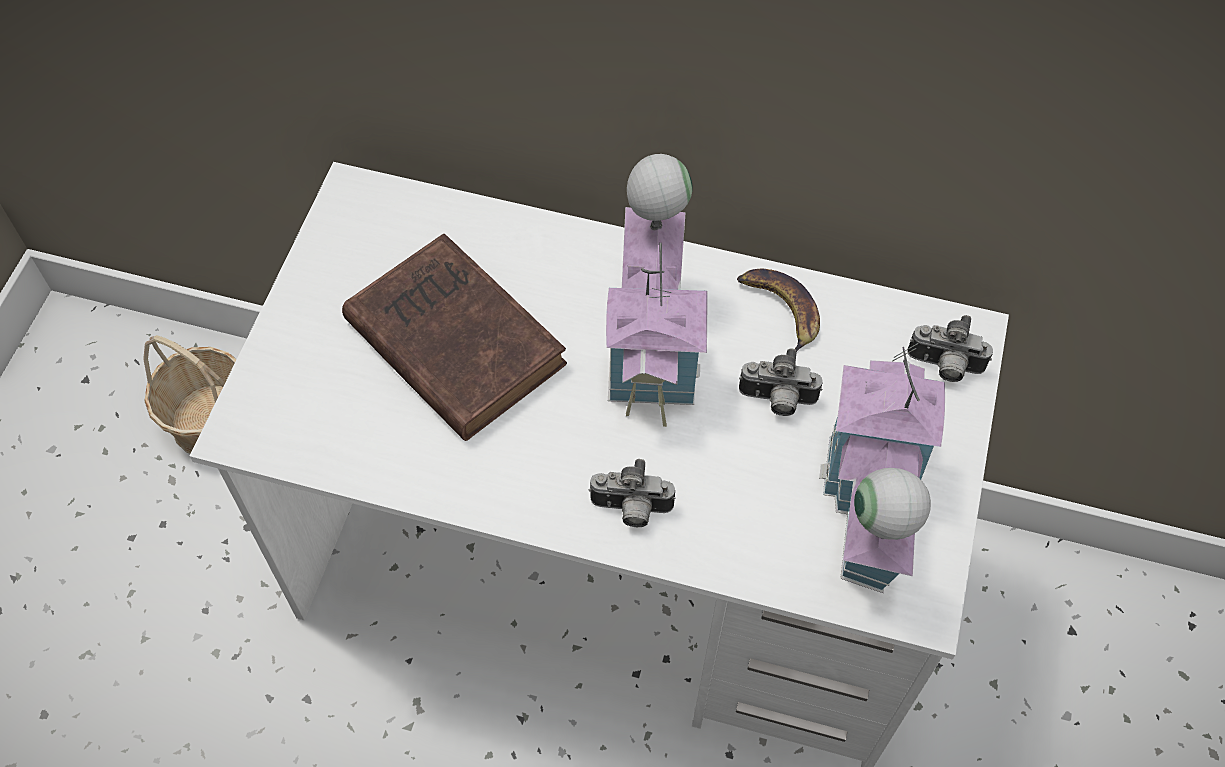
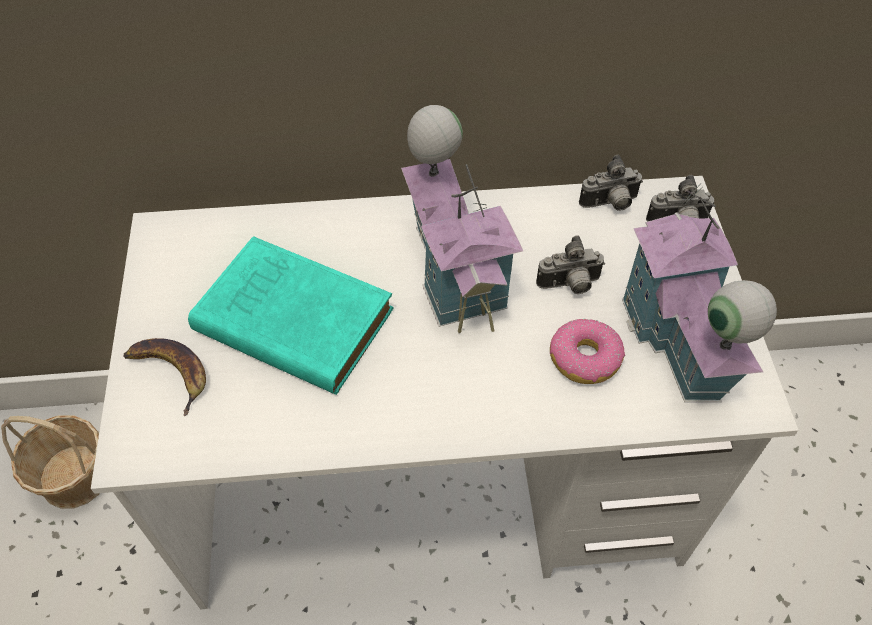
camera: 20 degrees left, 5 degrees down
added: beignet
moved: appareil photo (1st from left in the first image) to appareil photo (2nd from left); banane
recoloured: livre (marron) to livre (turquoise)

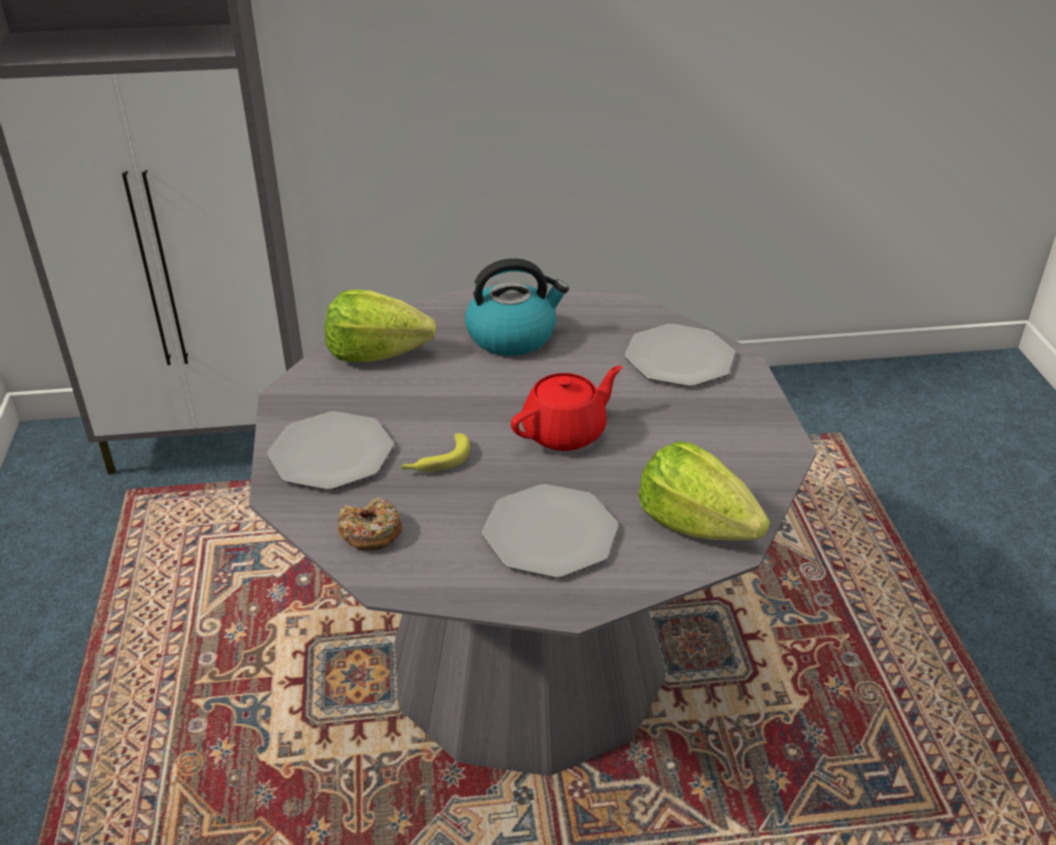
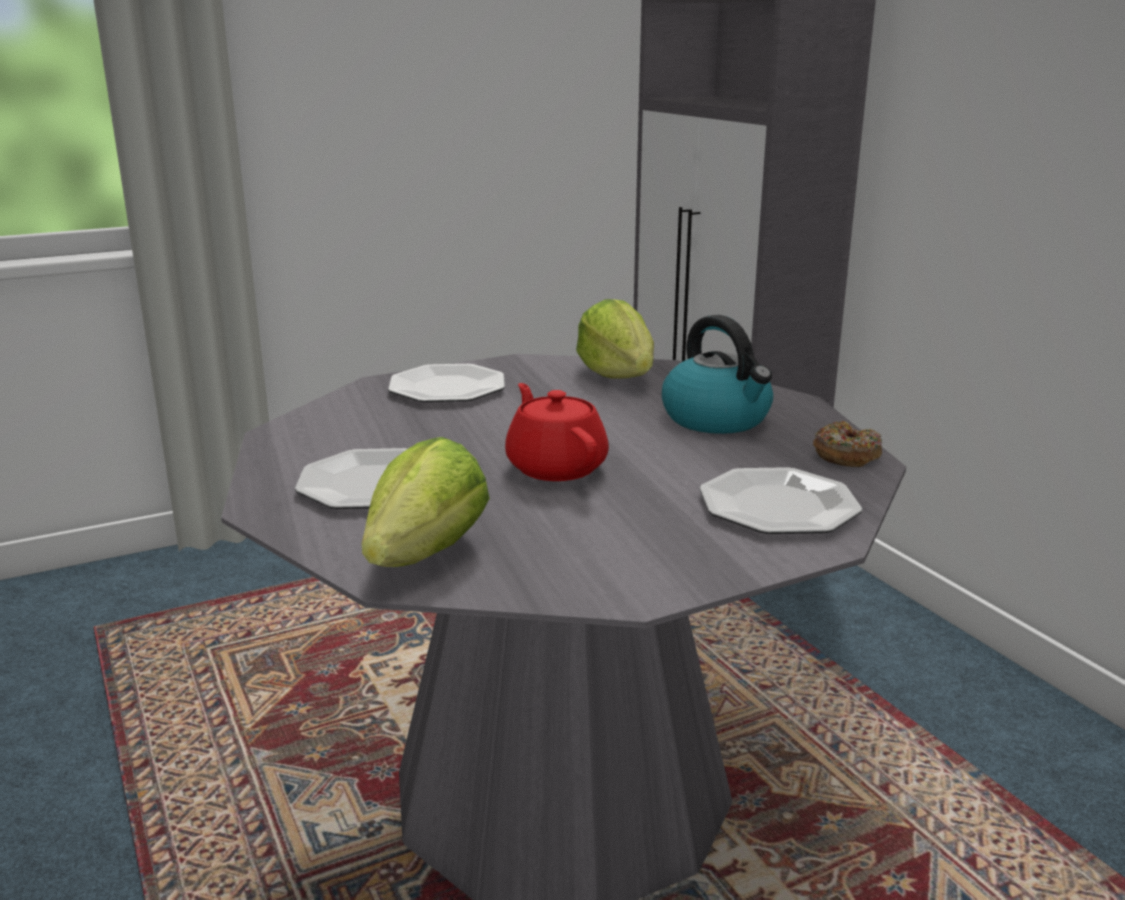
camera: 70 degrees right, 15 degrees down
removed: banane
moved: beignet
turned: théière (rouge) 150 degrees counterclockwise

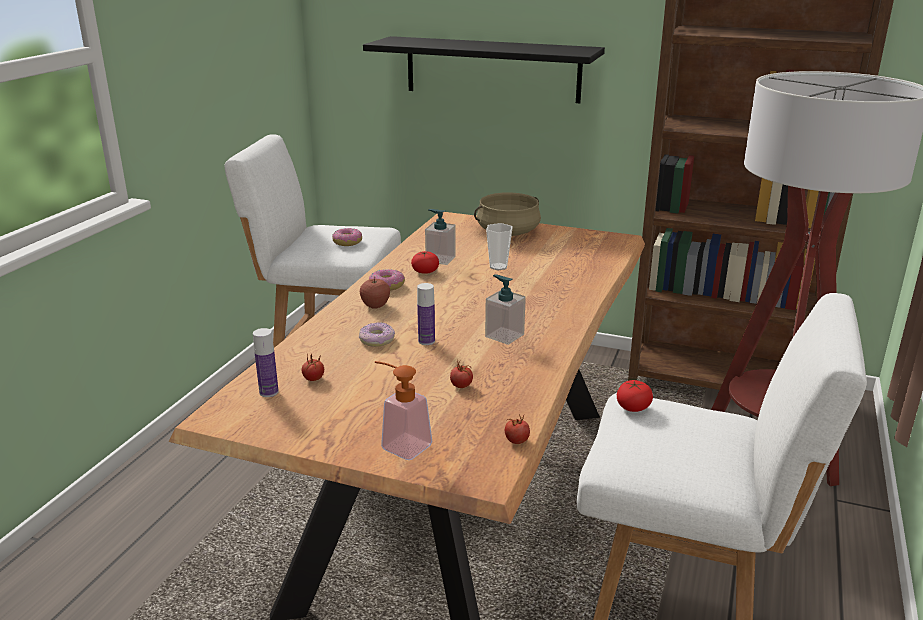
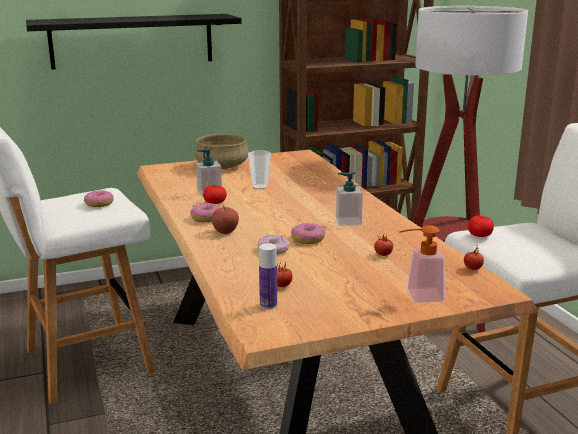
camera: 40 degrees left, 5 degrees down
replaced: bouteille (2nd from left) to beignet (4th from left)

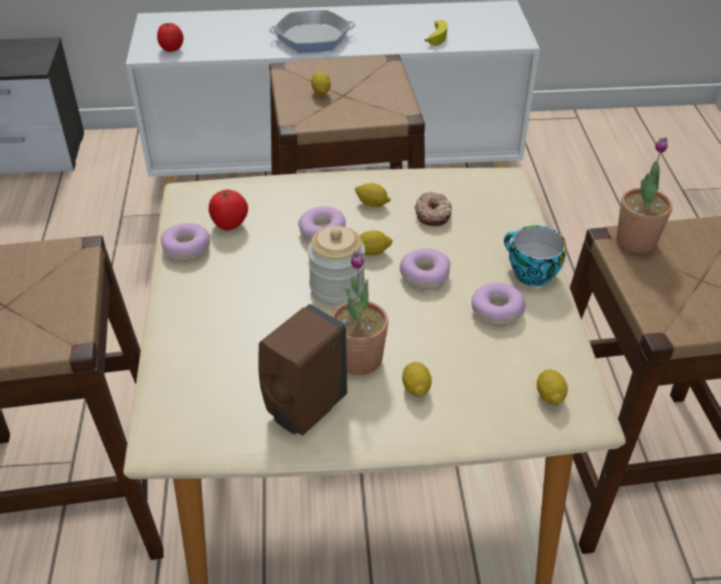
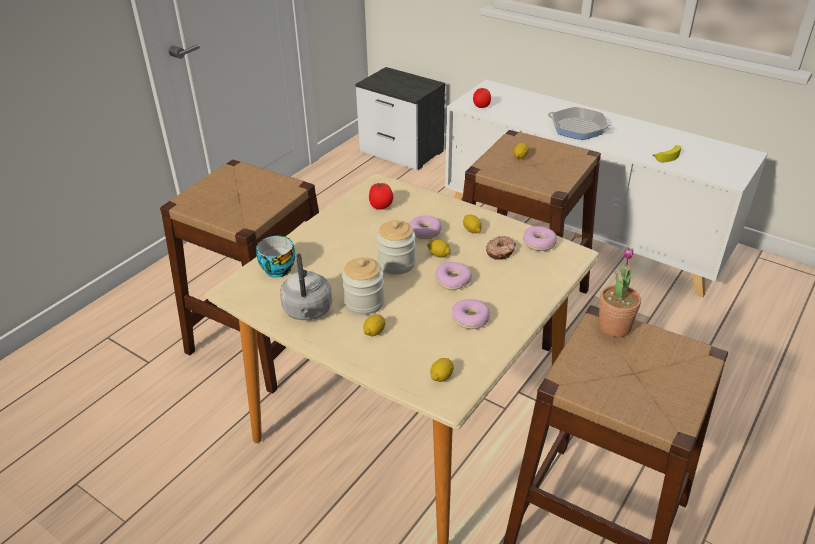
camera: 40 degrees right, 5 degrees down
moved: beignet (1st from left in the first image) to beignet (5th from left); tasse
replaced: distributeur de savon (marron) to bouilloire (gris); plante en pot (1st from left) to bocal (1st from left)

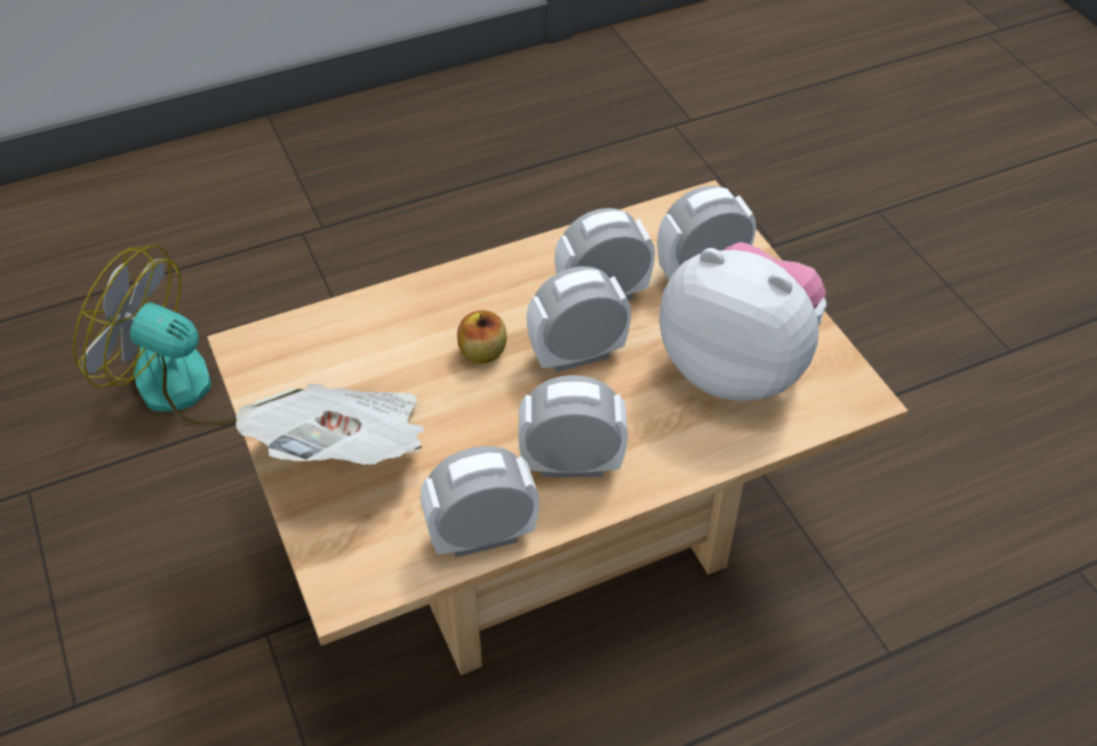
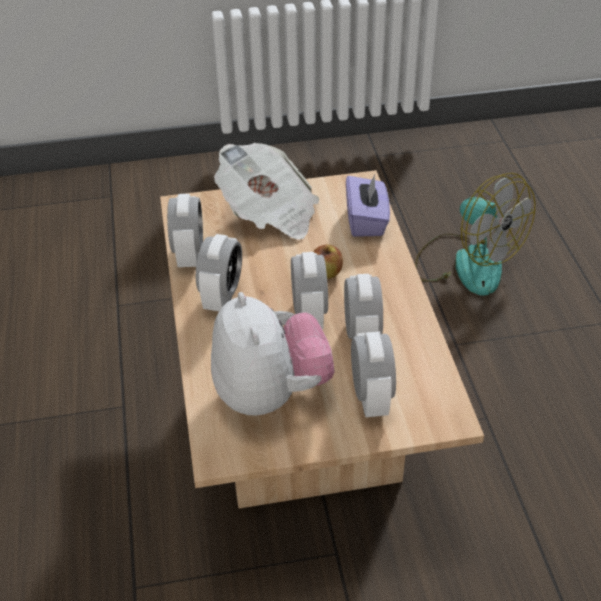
camera: 105 degrees right, 5 degrees down
added: boîte à mouchoirs (violet)
turned: ventilateur 105 degrees clockwise; peluche 60 degrees counterclockwise

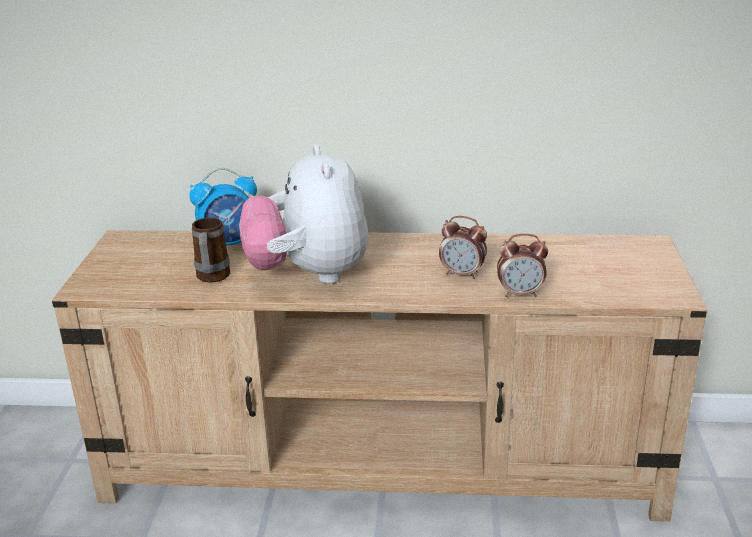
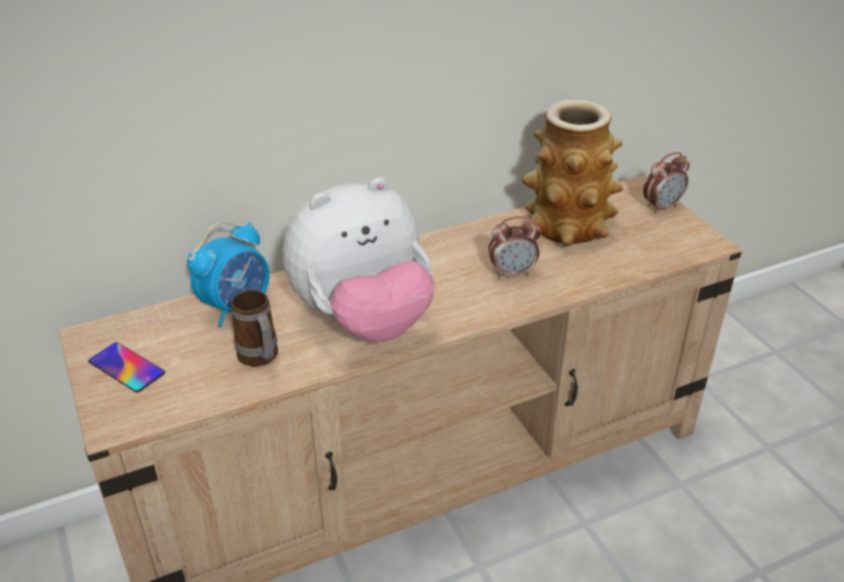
camera: 30 degrees left, 10 degrees up
added: téléphone; vase
moved: réveil (3rd from left)
turned: peluche 75 degrees counterclockwise

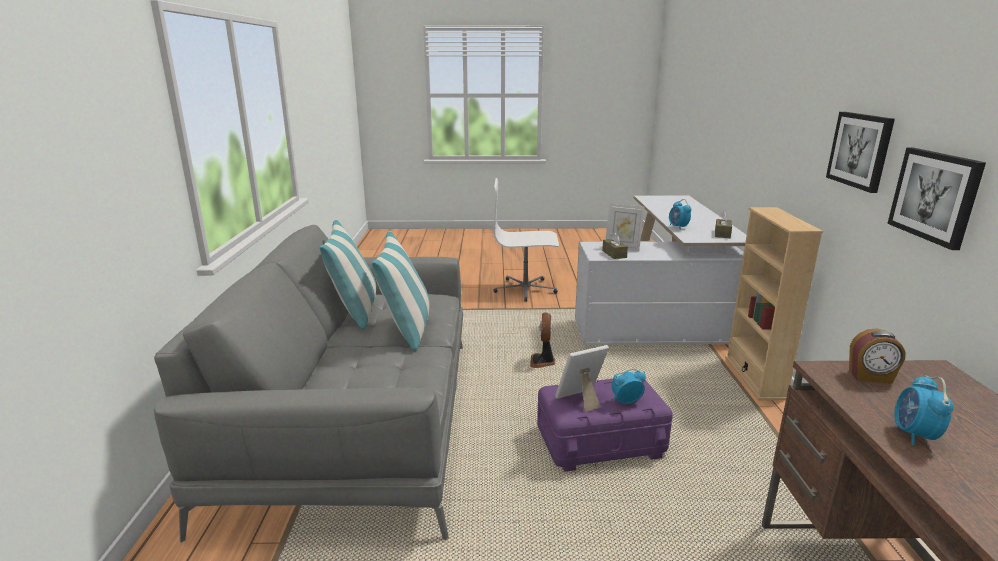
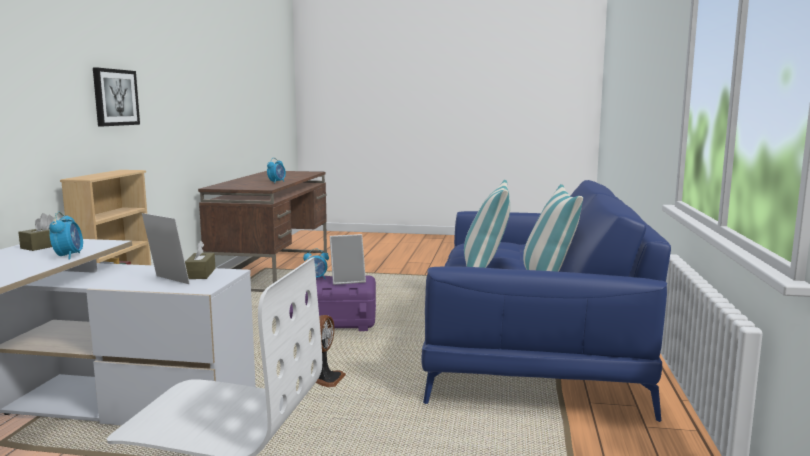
camera: 170 degrees left, 10 degrees down
removed: réveil (3rd from left); tableau (2nd from left)
recoloured: canapé (gris) to canapé (bleu)

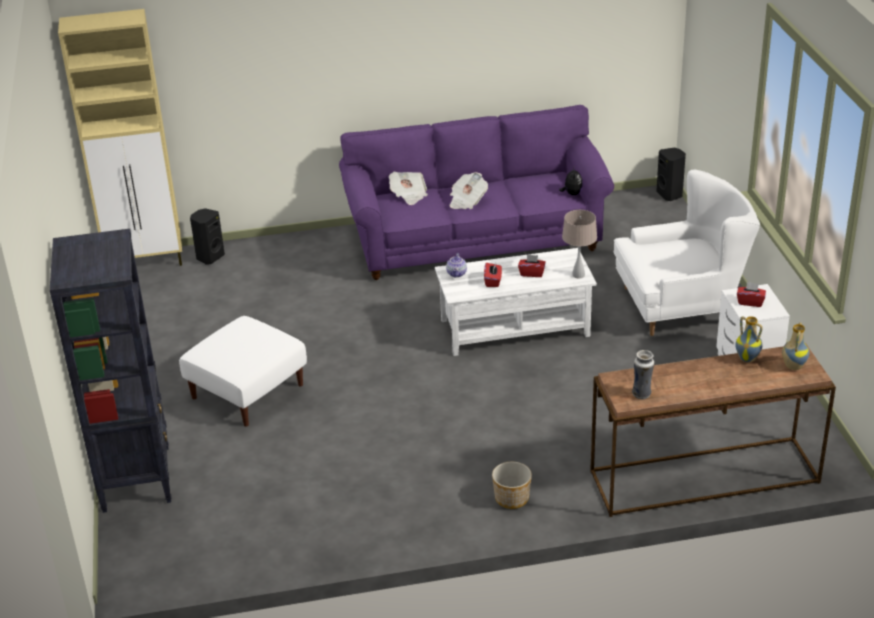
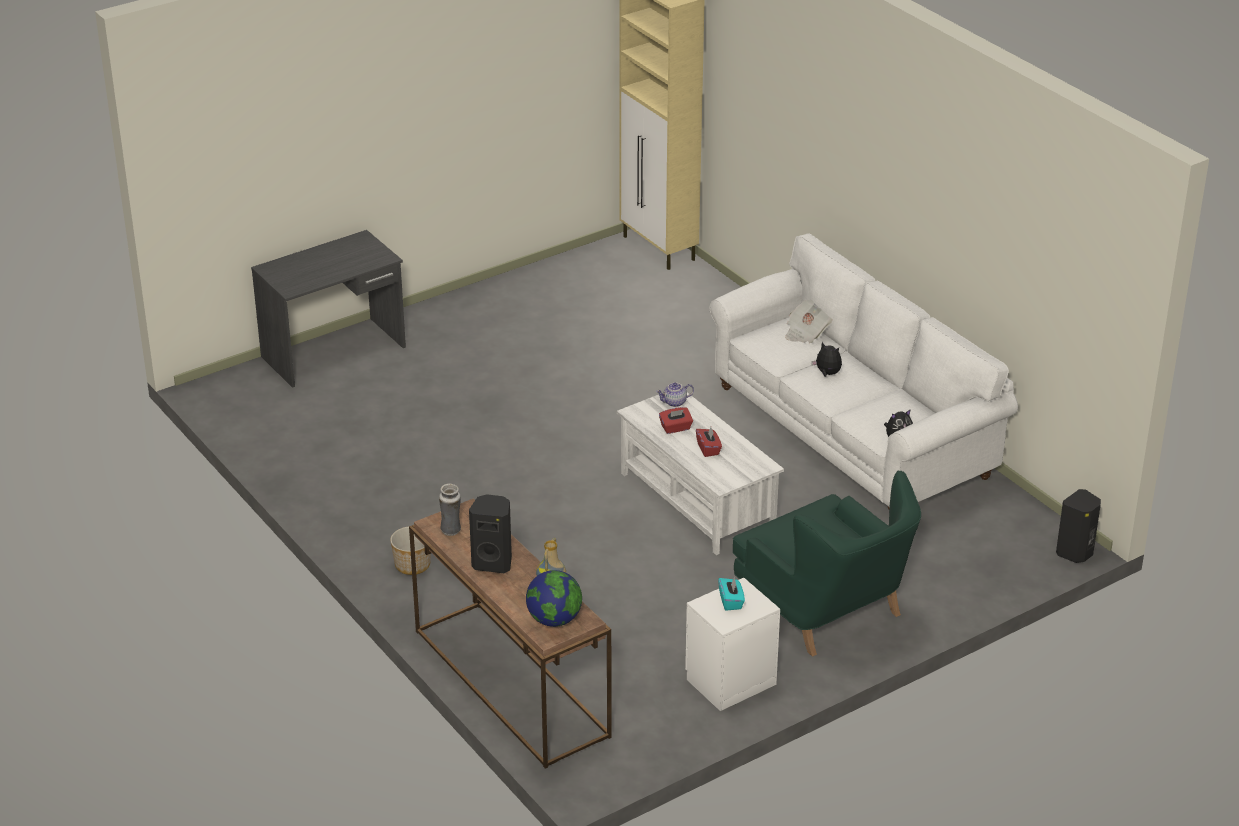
camera: 65 degrees right, 0 degrees up
removed: pouf (blanc); lampe de table (beige)
moved: enceinte (noir) (1st from left)
replaced: bibliothèque (noir) to bureau (gris); journal (2nd from left) to peluche (1st from left); vase (3rd from left) to globe
recoloured: canapé (violet) to canapé (blanc); fauteuil (blanc) to fauteuil (vert); boîte à mouchoirs (rouge) (3rd from left) to boîte à mouchoirs (turquoise)

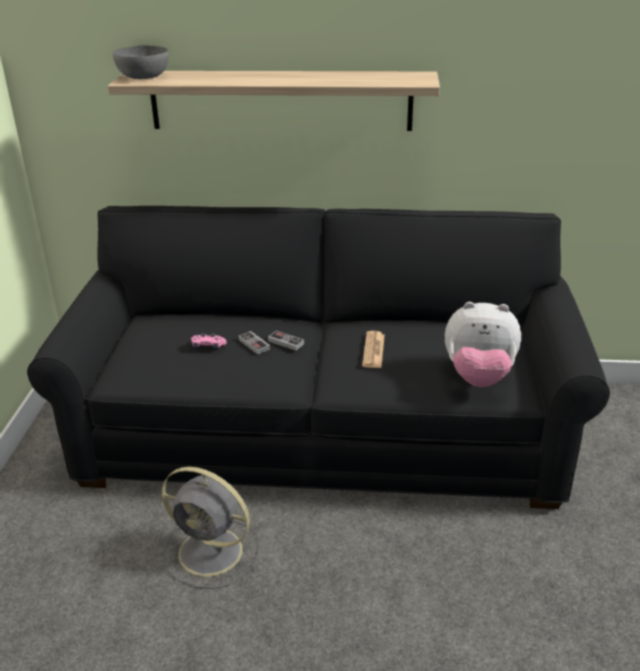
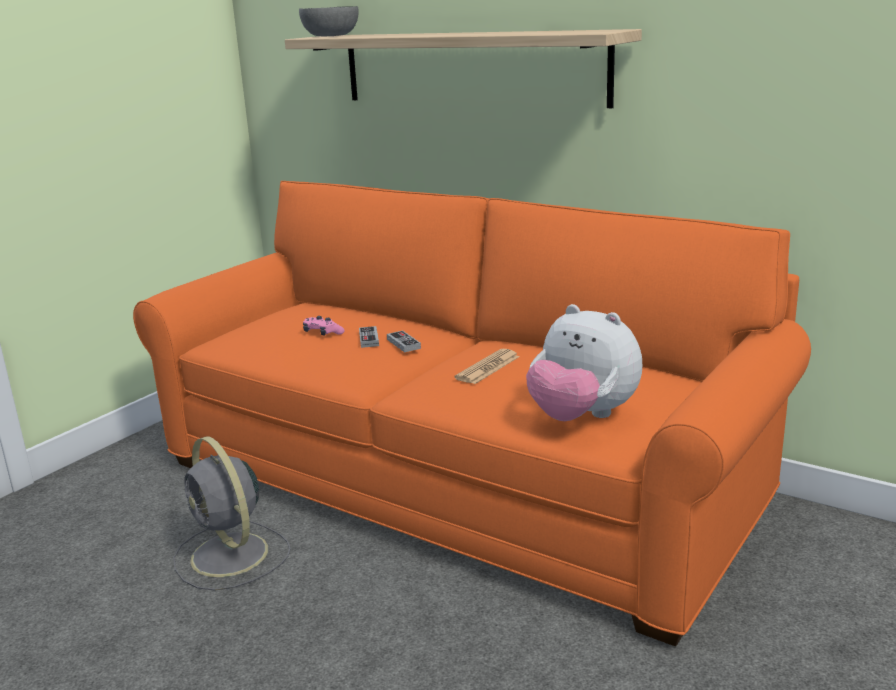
camera: 30 degrees right, 10 degrees down
recoloured: canapé (noir) to canapé (orange)

